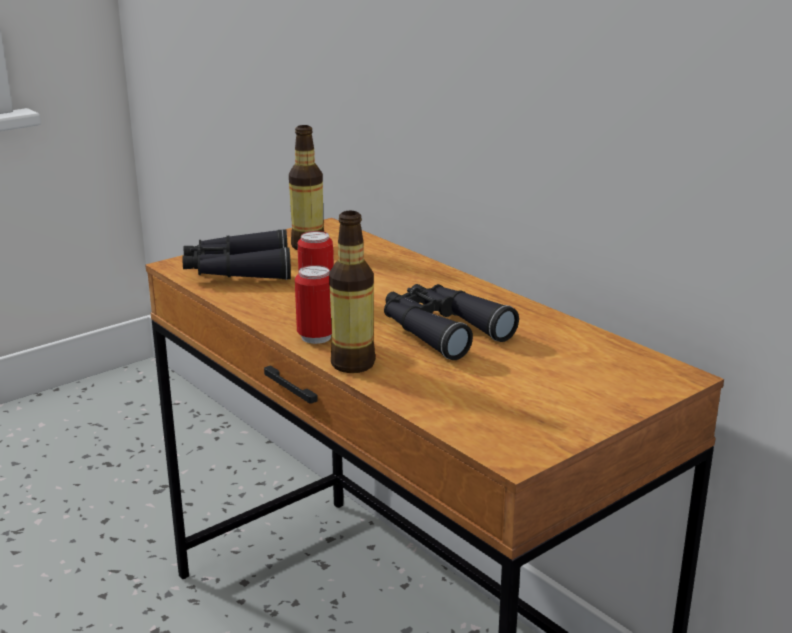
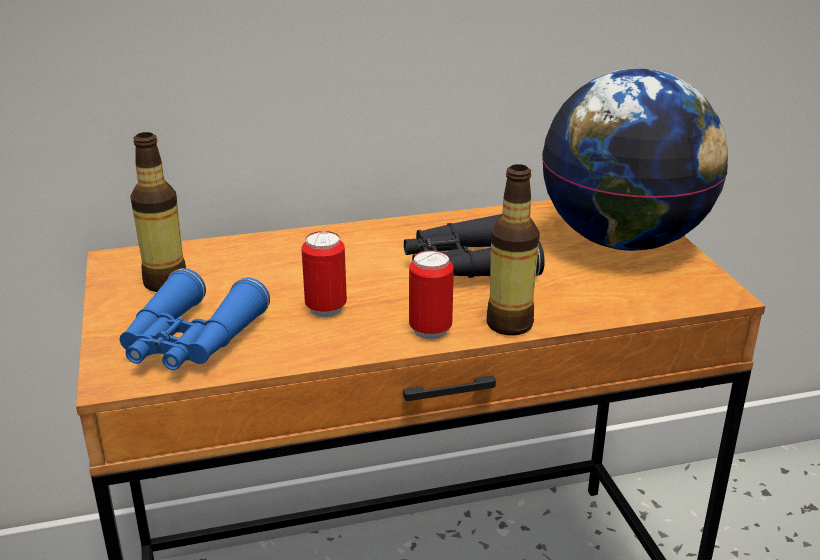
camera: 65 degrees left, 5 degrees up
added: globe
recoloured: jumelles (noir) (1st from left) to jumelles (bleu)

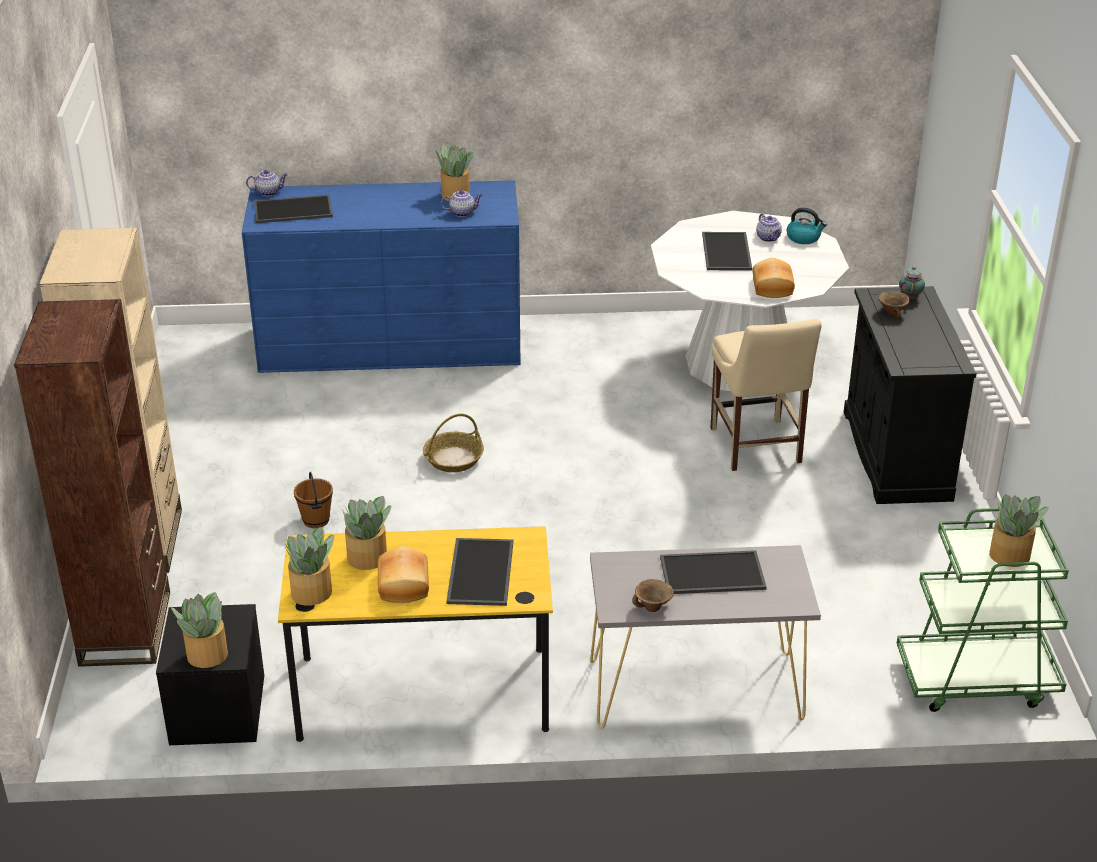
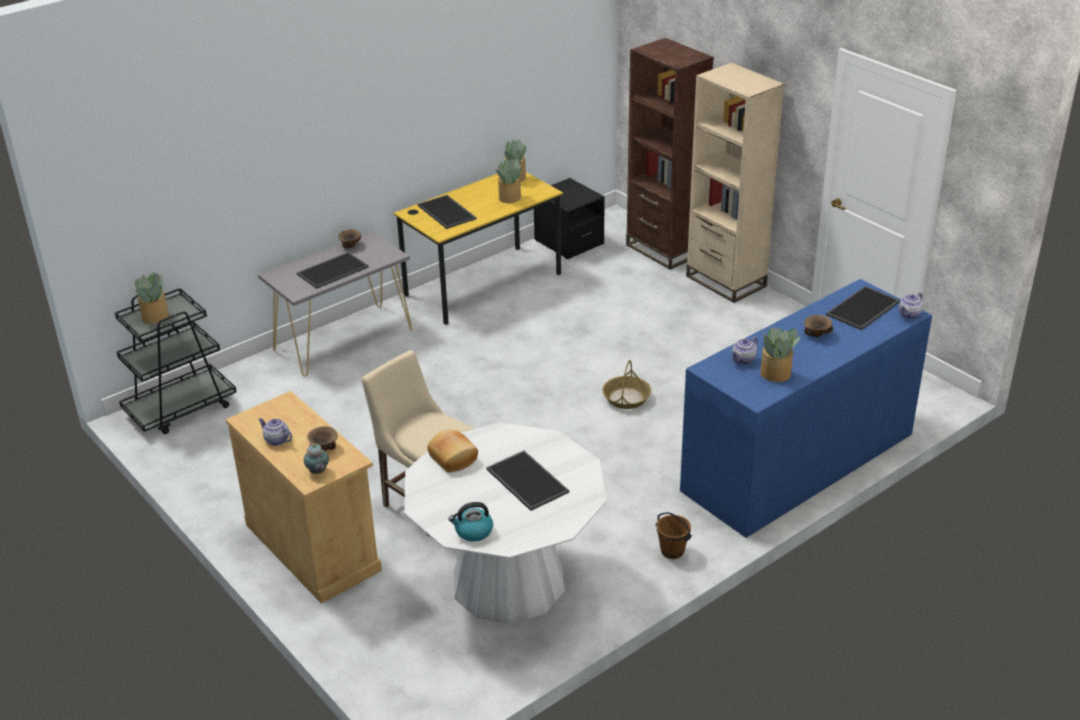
camera: 145 degrees right, 0 degrees up
removed: plante en pot (1st from left); pain (1st from left)
added: bol (marron) (3rd from left)
moved: seau (marron); théière (3rd from left in the first image) to théière (1st from left)
recoloured: meuble de rangement (noir) to meuble de rangement (beige); chariot (vert) to chariot (noir)

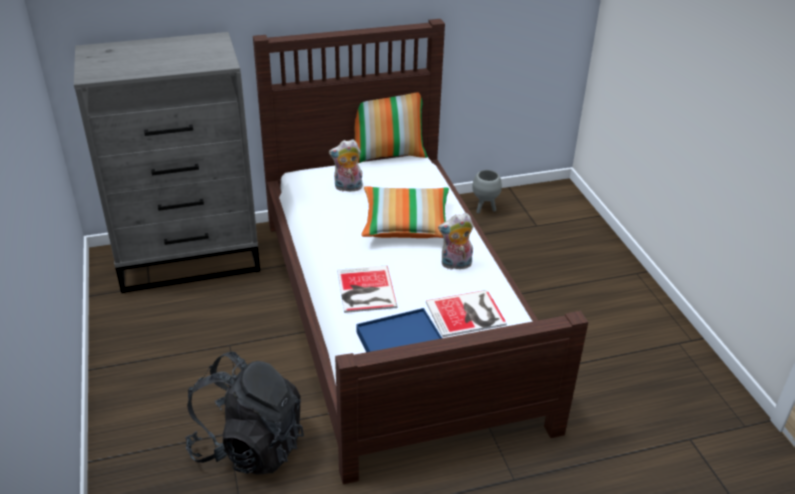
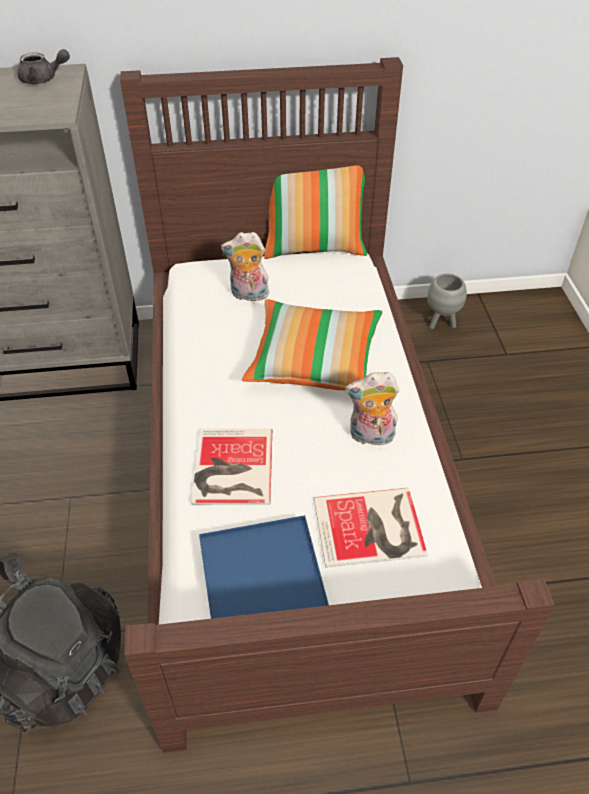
camera: 10 degrees right, 10 degrees up
added: théière (gris)

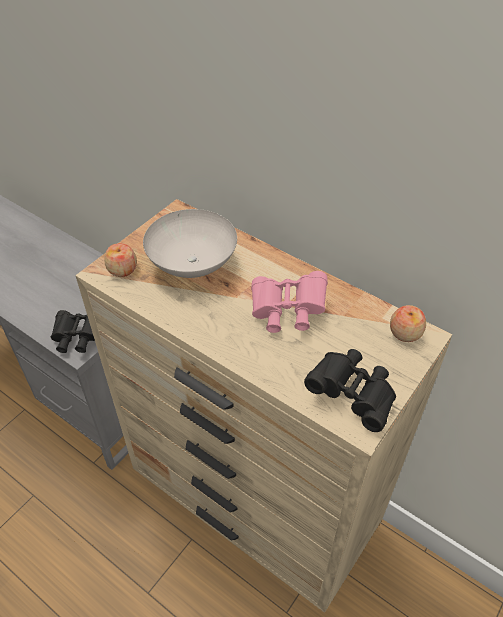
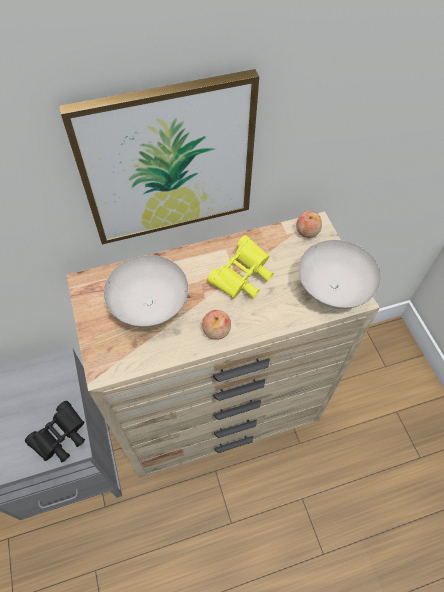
camera: 55 degrees left, 10 degrees up
added: tableau
moved: pomme (1st from left)
replaced: jumelles (noir) (2nd from left) to bol (blanc) (2nd from left)
recoloured: jumelles (rose) to jumelles (jaune)

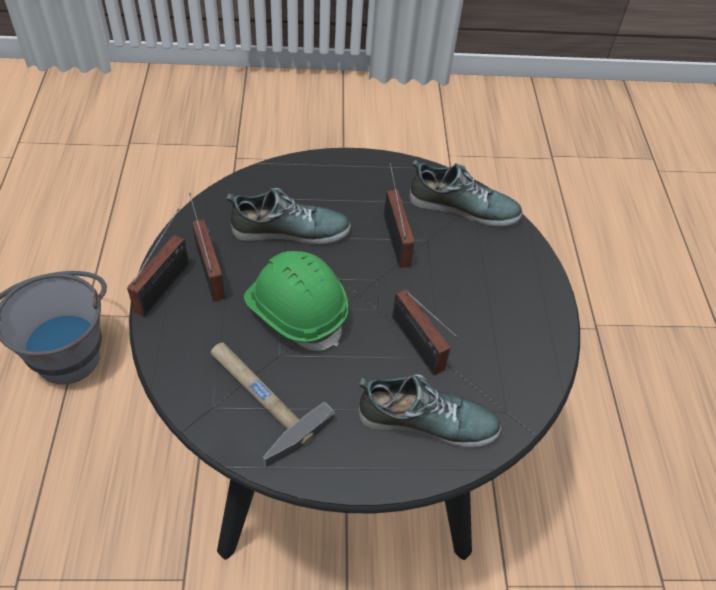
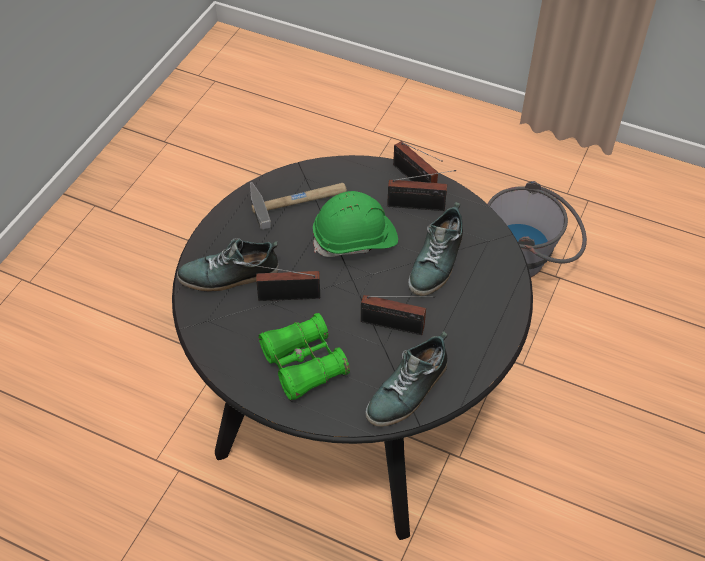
camera: 120 degrees right, 0 degrees up
added: jumelles (vert)
turned: chaussure (2nd from left in the first image) 45 degrees clockwise

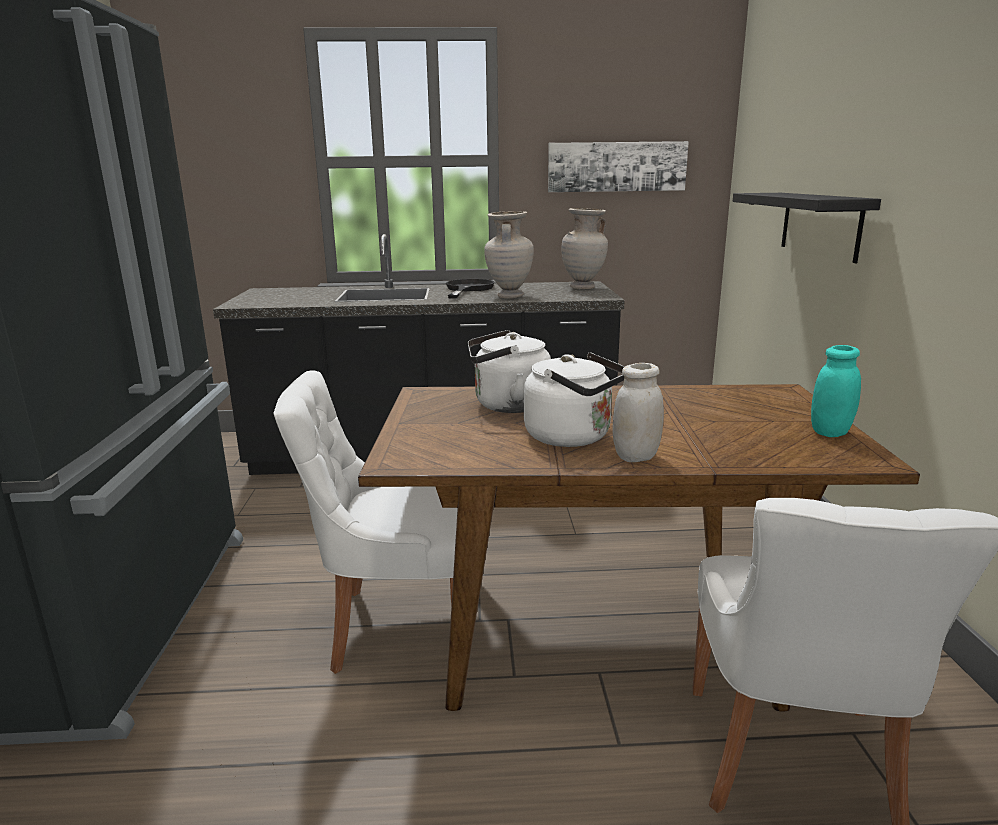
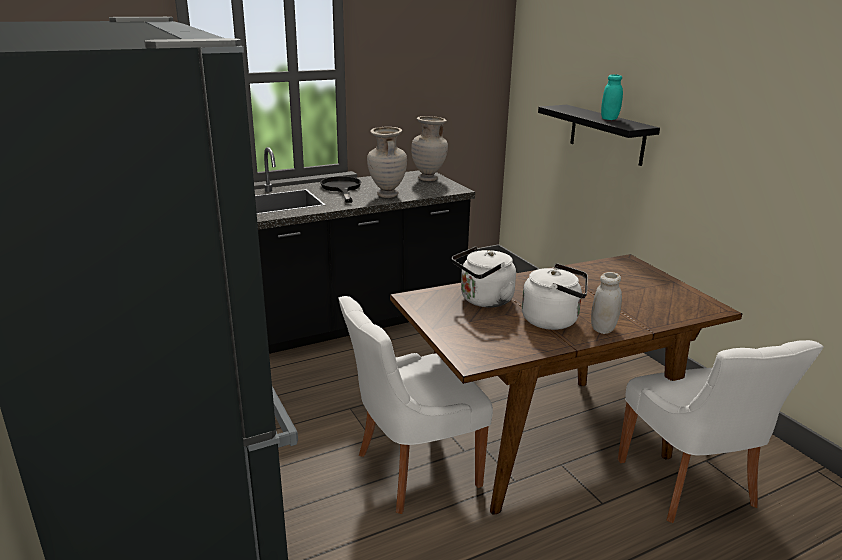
camera: 25 degrees left, 5 degrees up
removed: tableau
moved: bocal (turquoise)

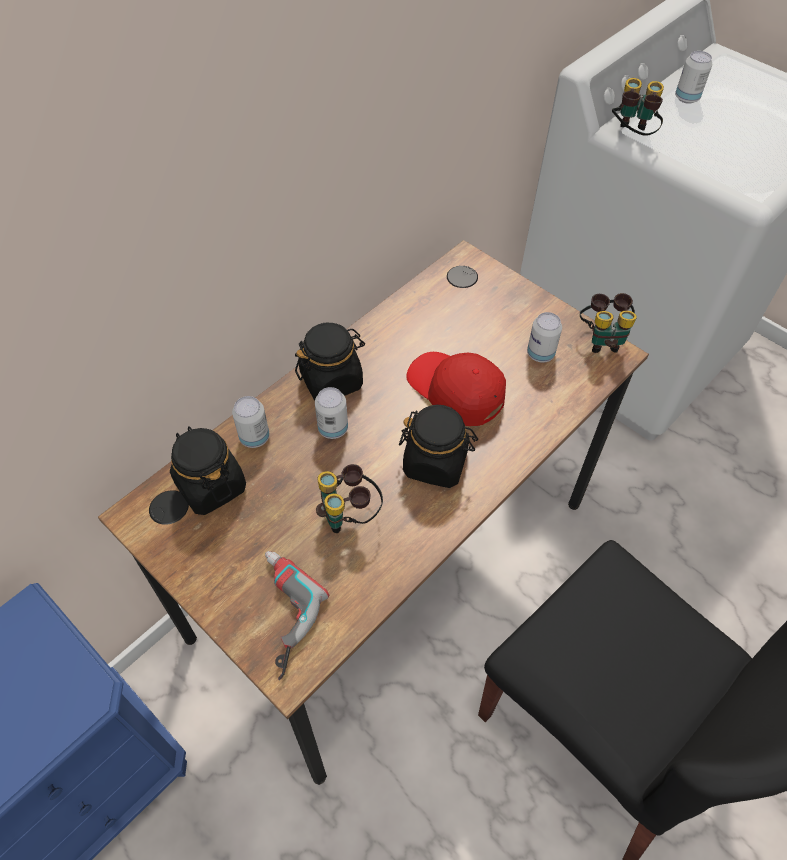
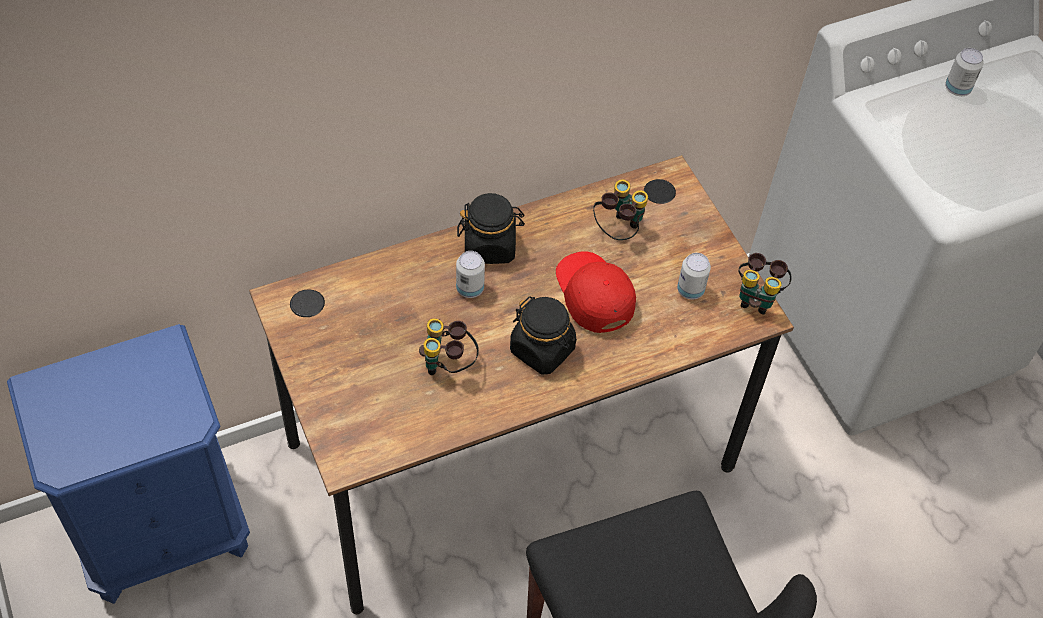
camera: 20 degrees right, 0 degrees up
removed: bocal (noir) (1st from left); boîte métallique (1st from left); perceuse
moved: jumelles (3rd from left in the first image) to jumelles (2nd from left)

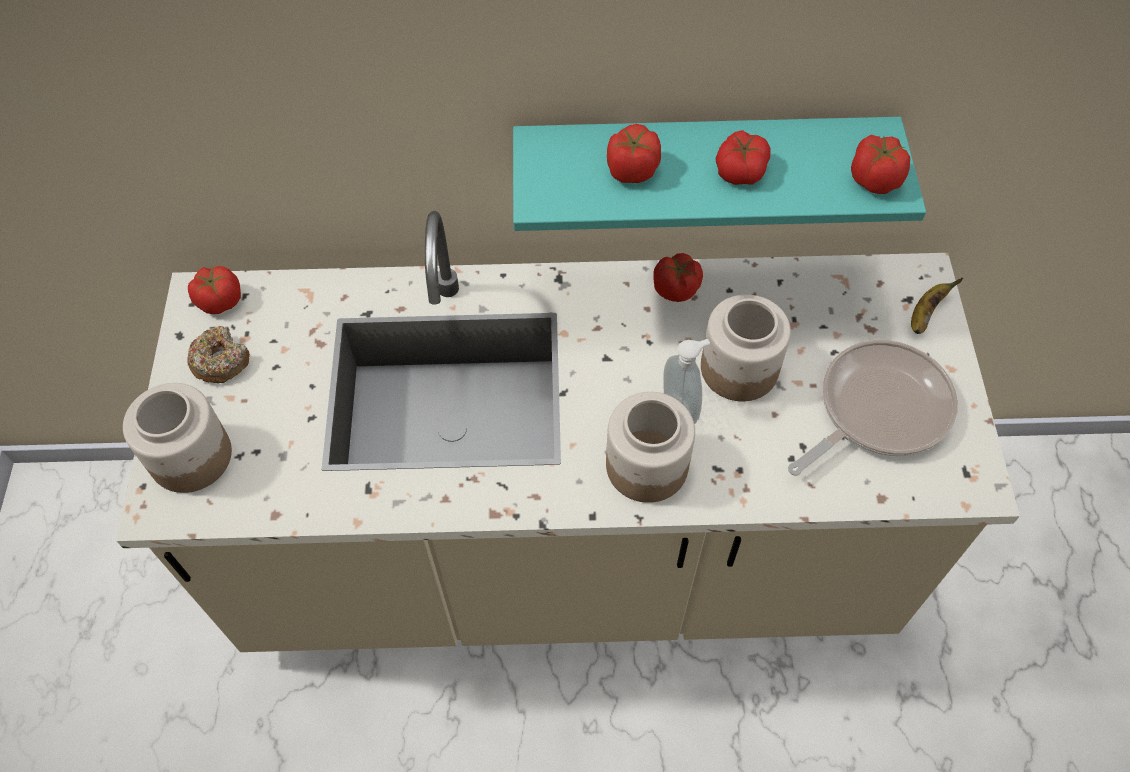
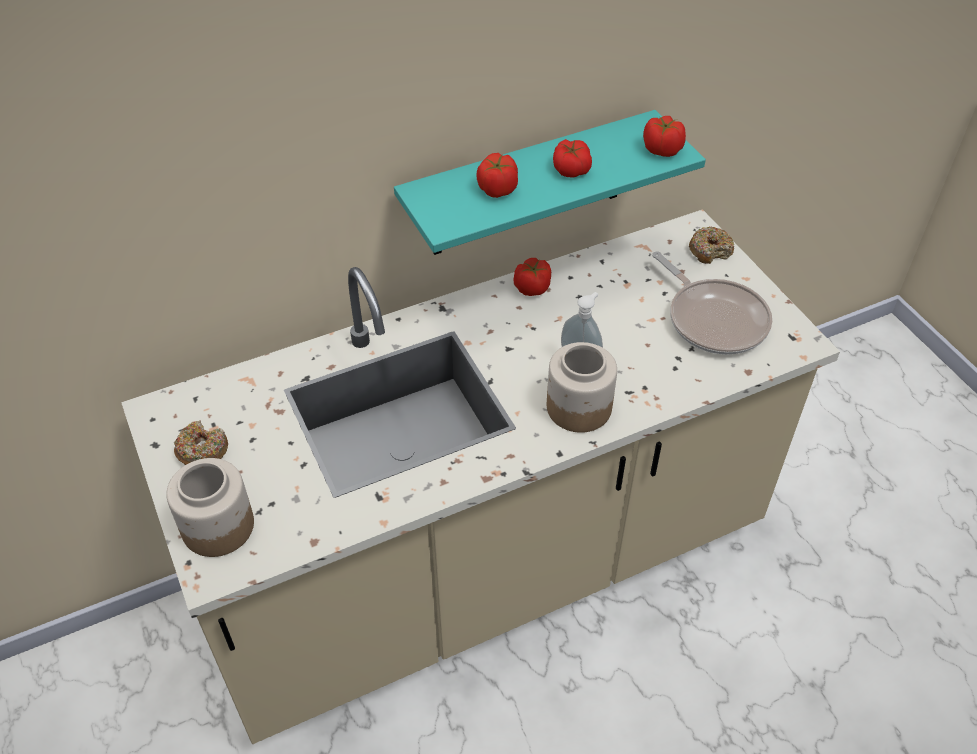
camera: 25 degrees left, 10 degrees down
removed: tomate (1st from left); bocal (3rd from left)
replaced: banane to beignet (2nd from left)
turned: poêle 120 degrees clockwise

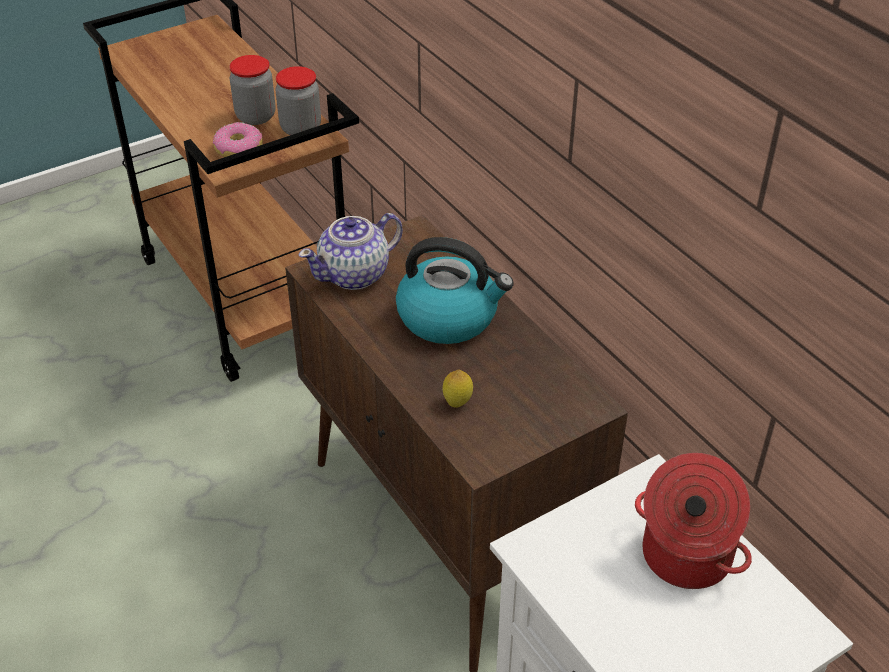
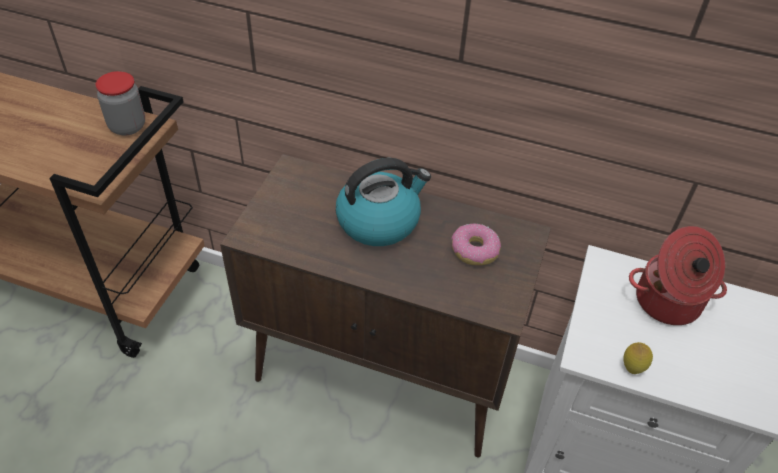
camera: 40 degrees left, 5 degrees up
removed: bocal (1st from left); théière
moved: beignet; citron

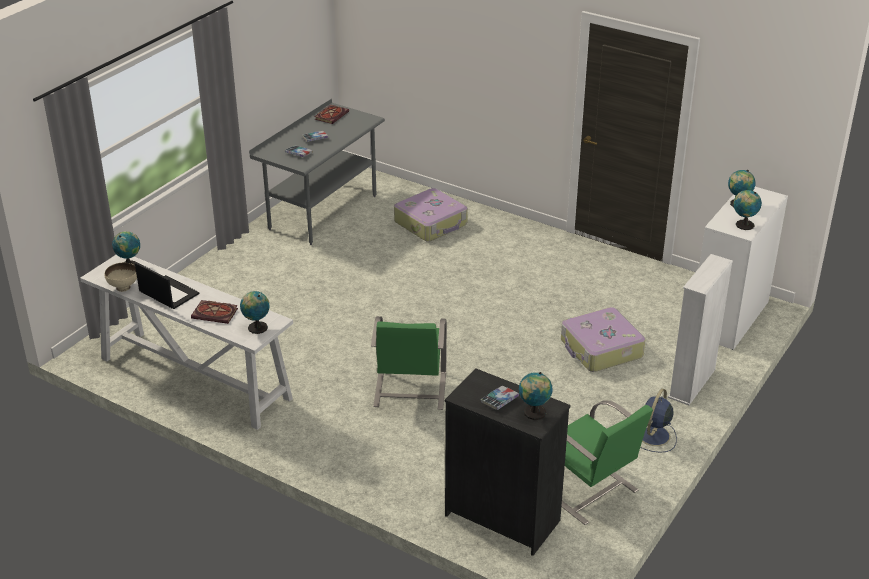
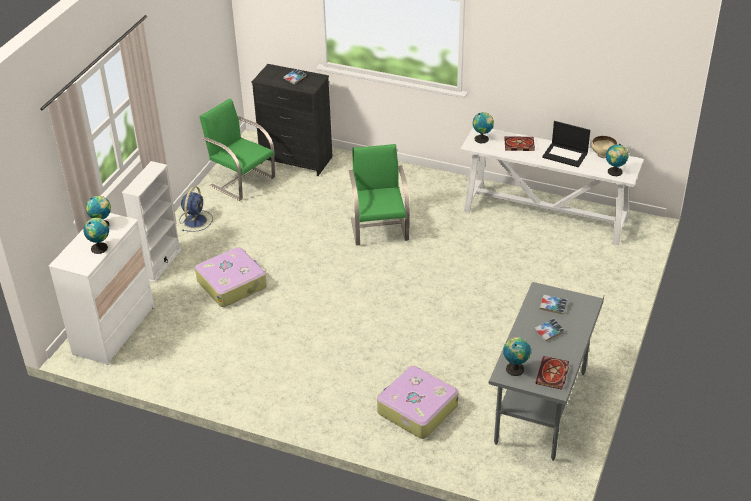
camera: 170 degrees right, 5 degrees up
moved: globe (3rd from left in the first image) to globe (4th from left)

